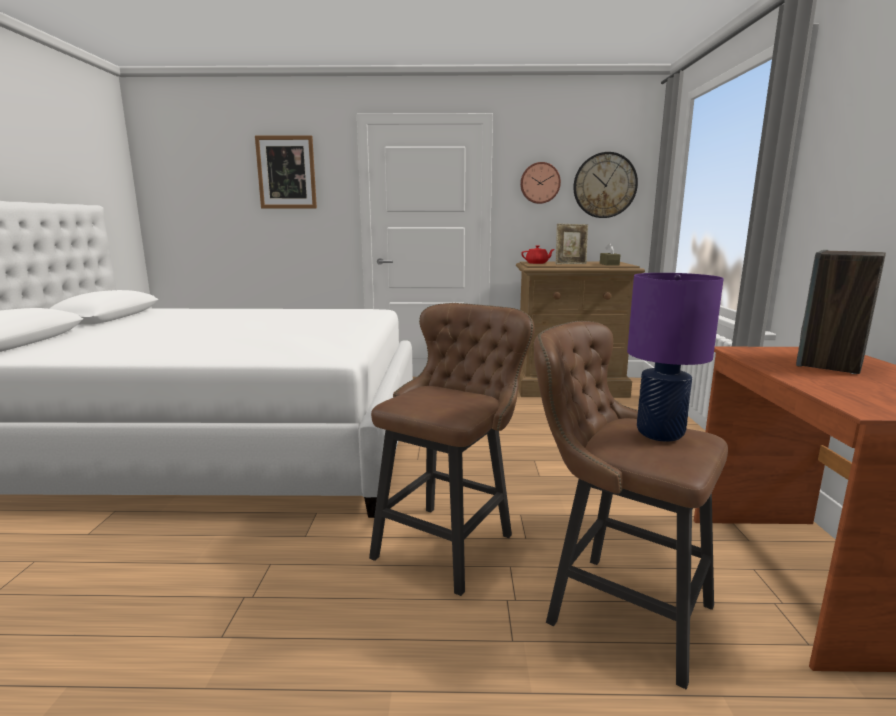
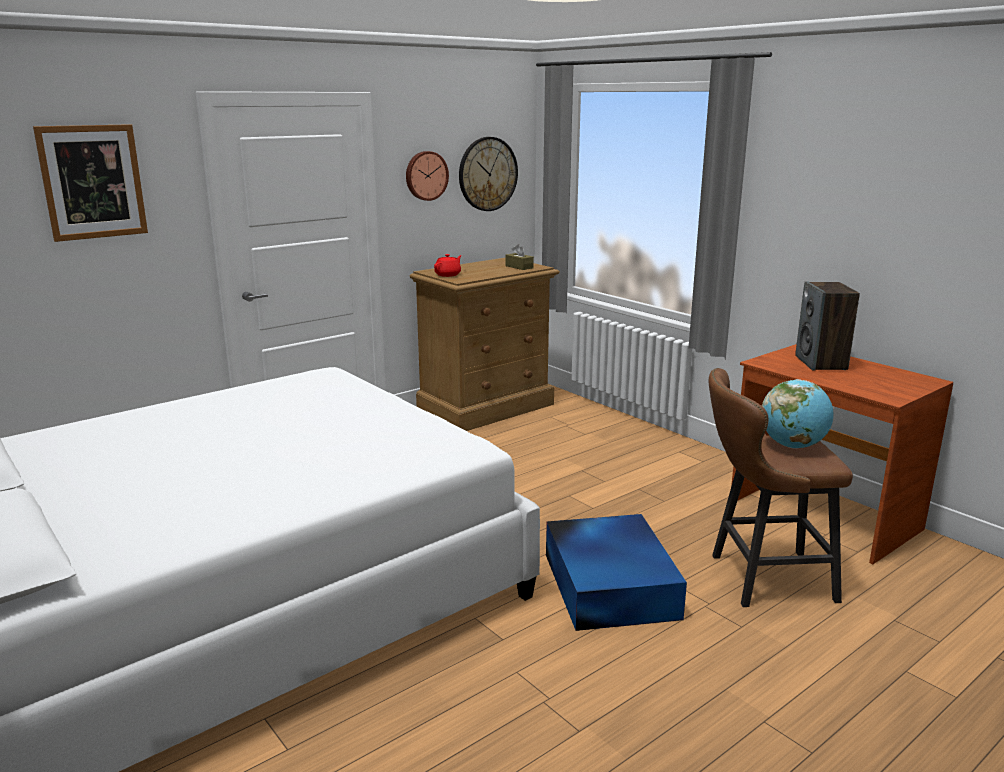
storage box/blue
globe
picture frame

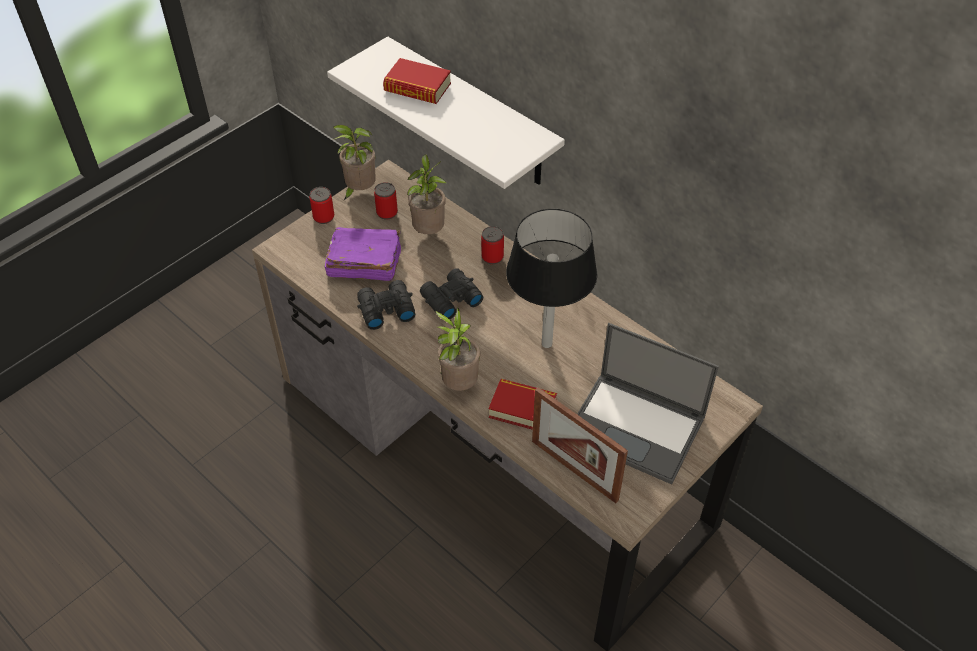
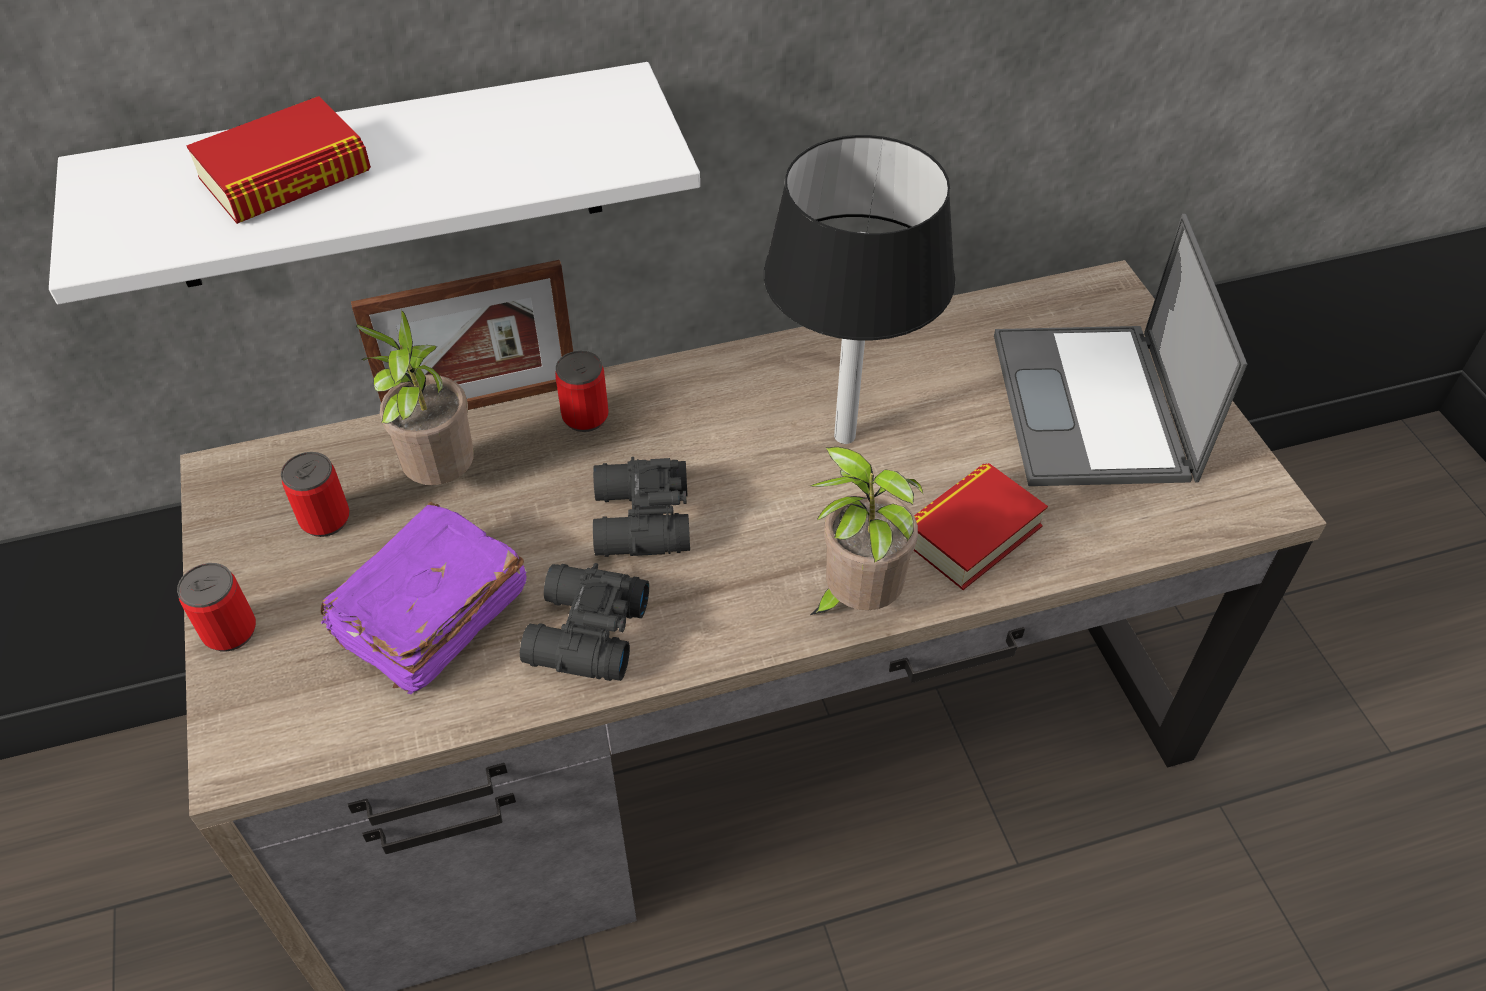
picture frame
laptop
potted plant (1st from left in the first image)

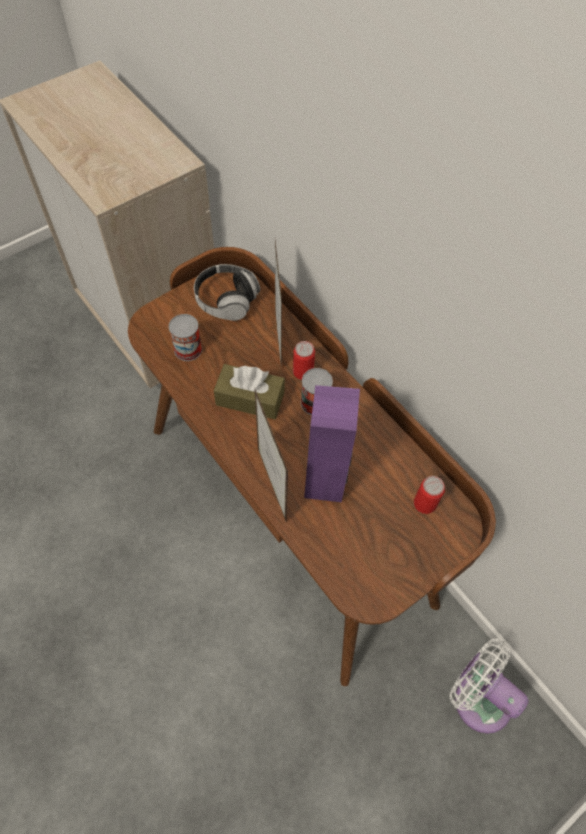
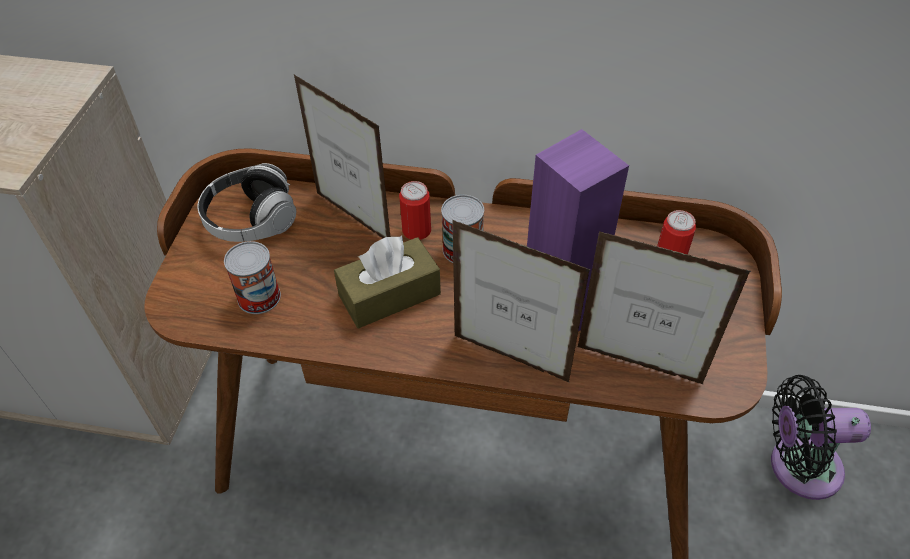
picture frame (3rd from left)
fan/black

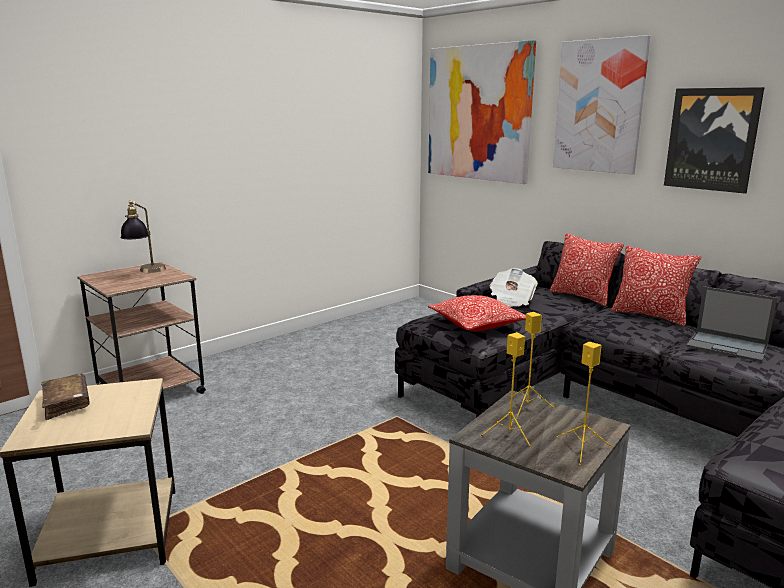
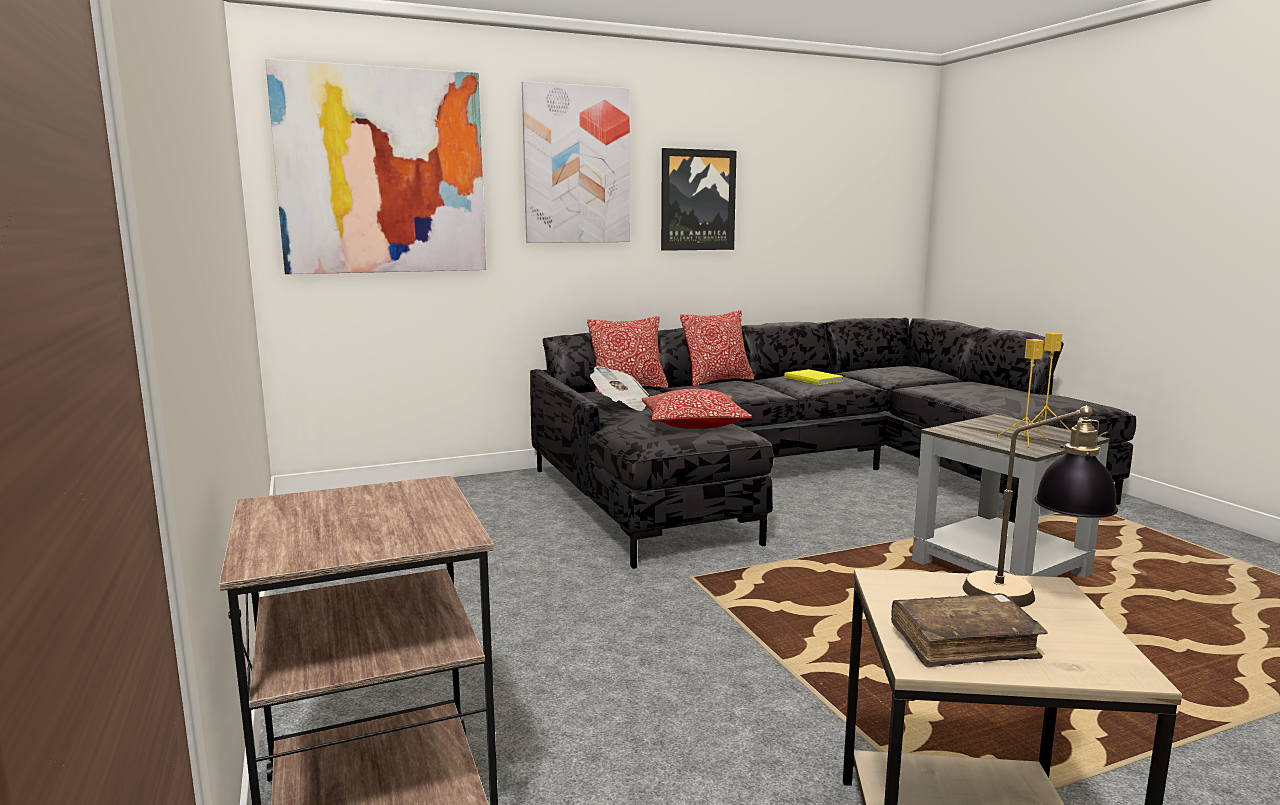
book/yellow
table lamp
speaker/yellow (2nd from left in the first image)

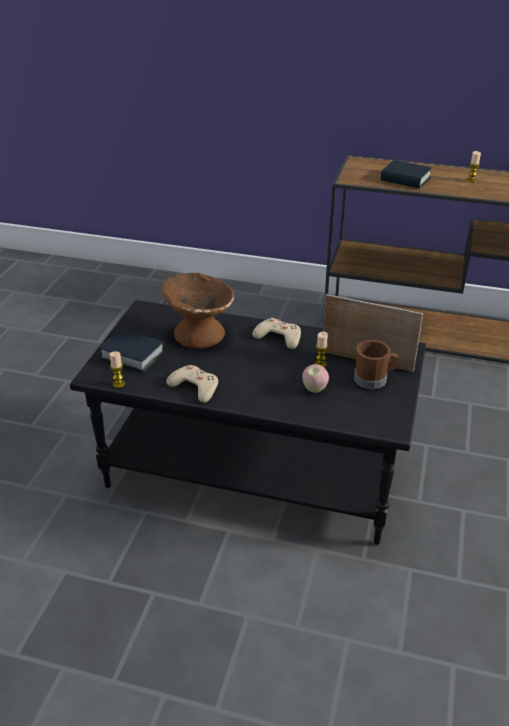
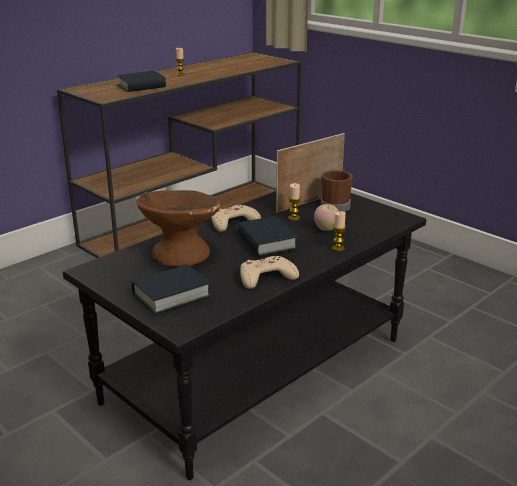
book (3rd from left)
candle (3rd from left)

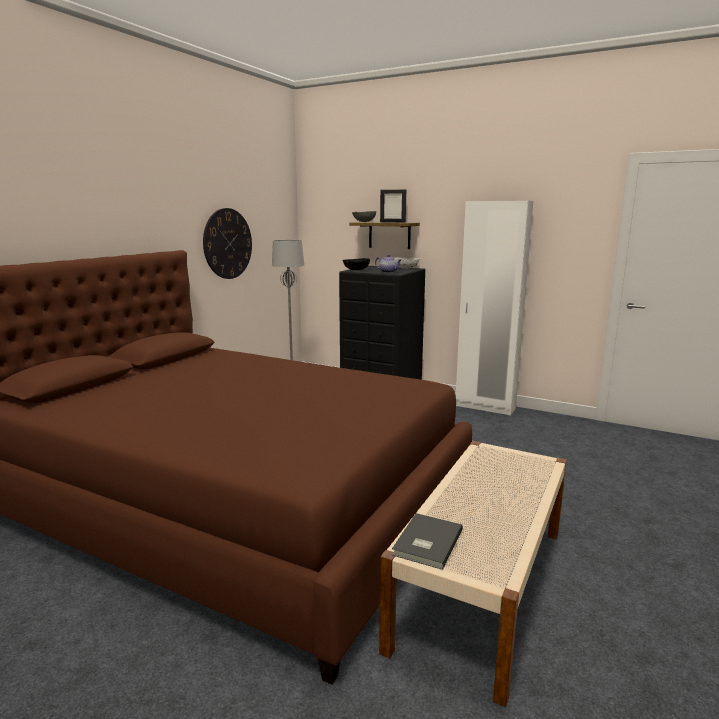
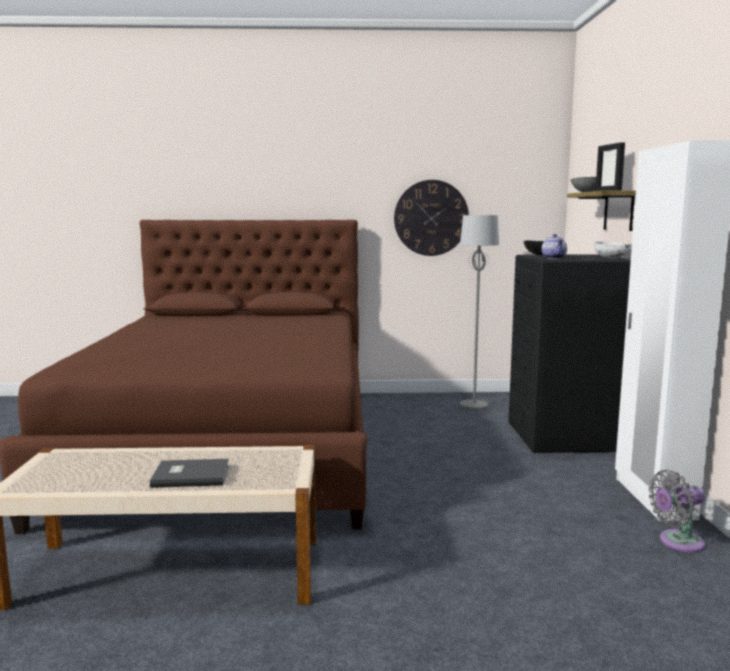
book/grey
fan/grey

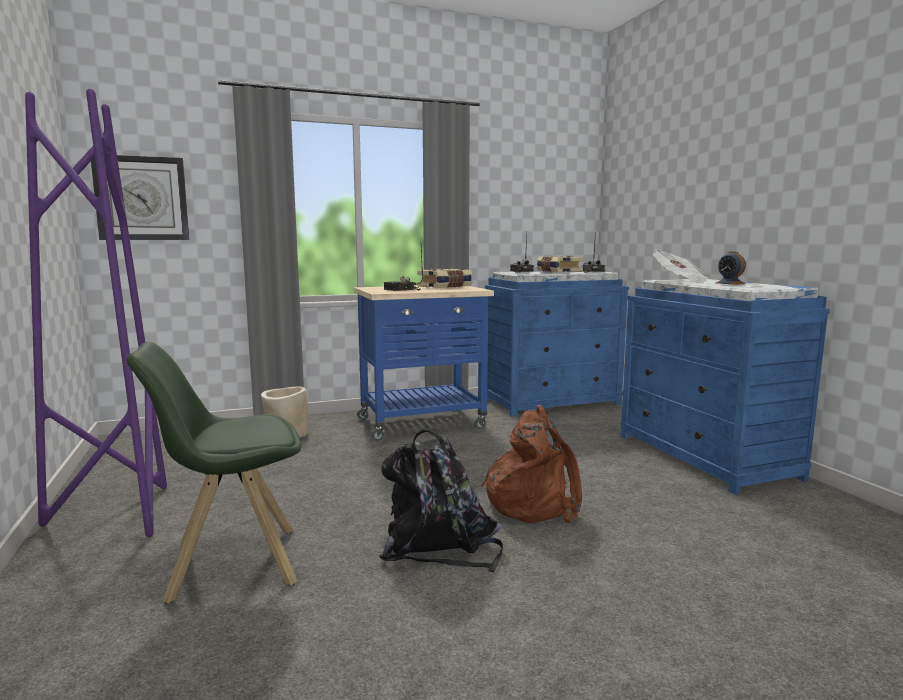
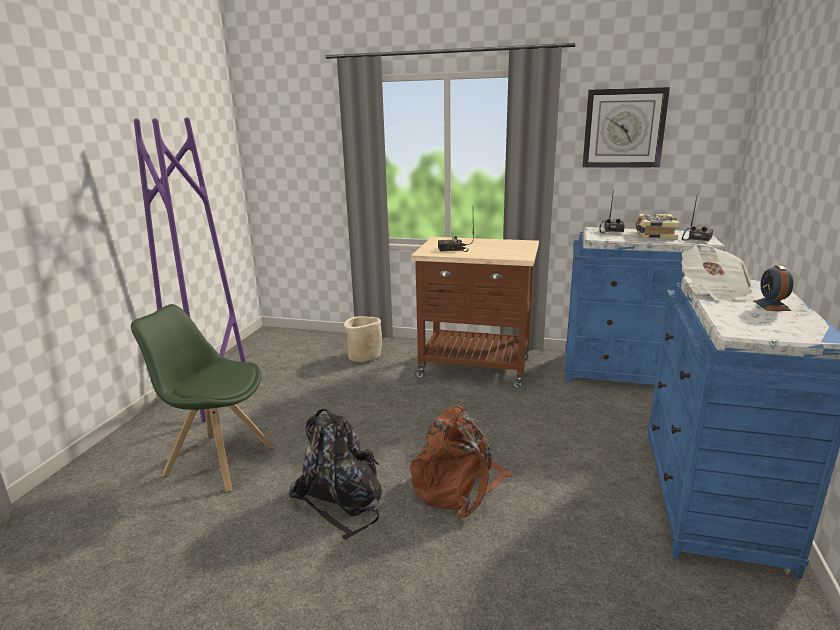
cart/brown
wall clock
book (1st from left in the first image)

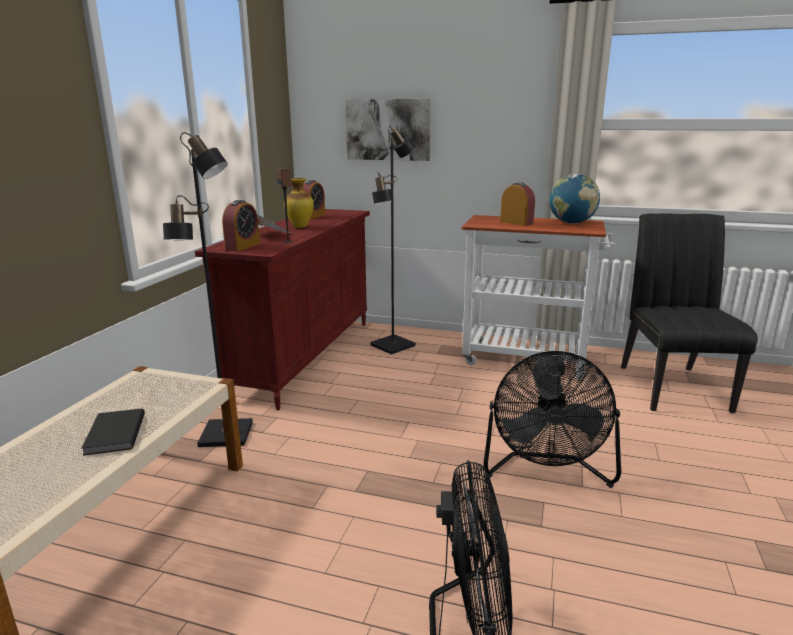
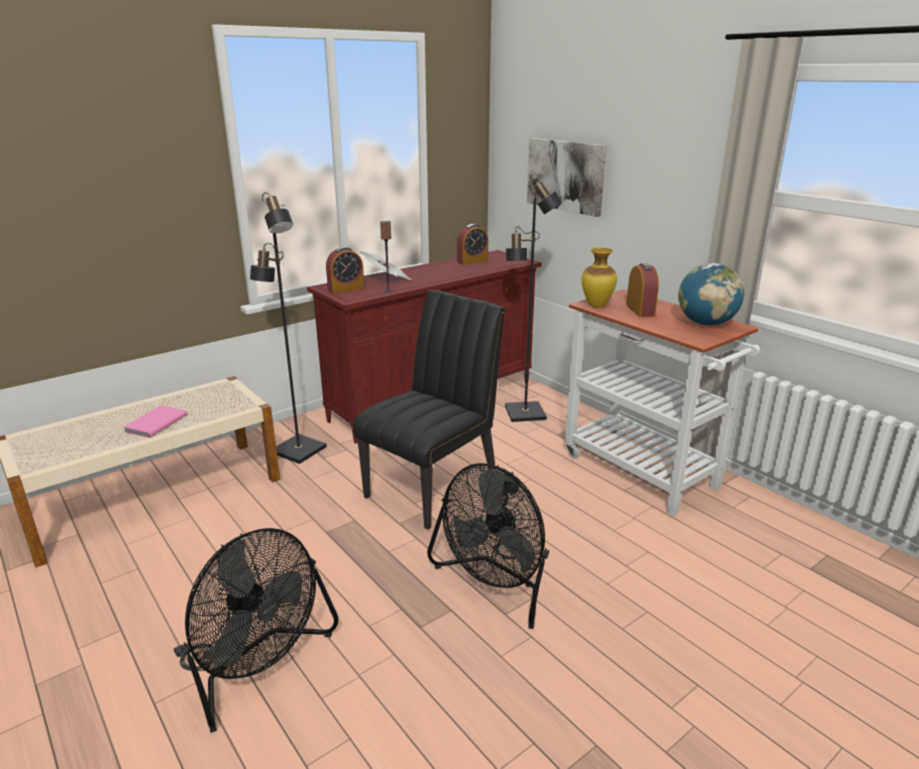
book/pink
chair/black
vase

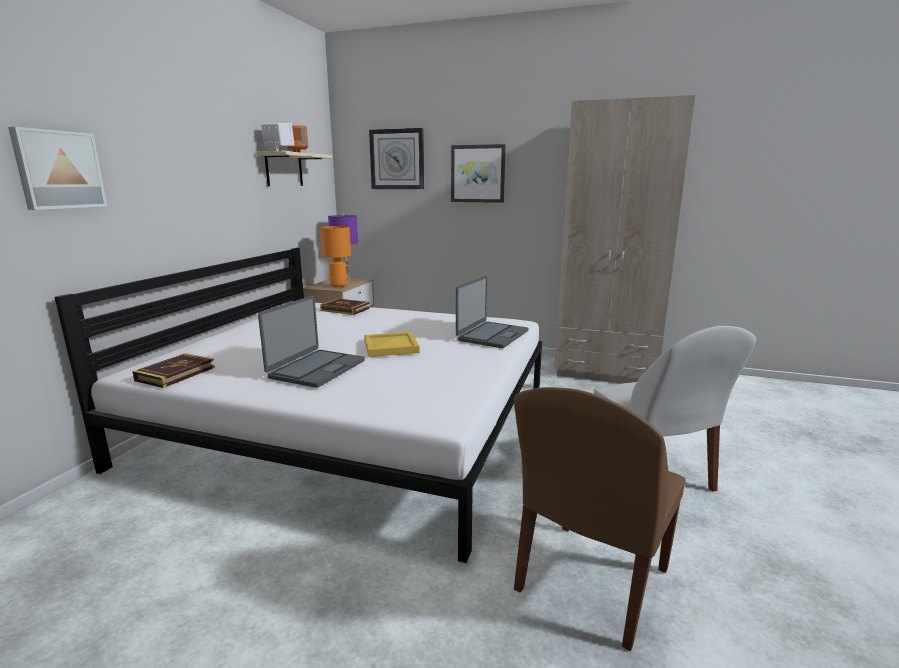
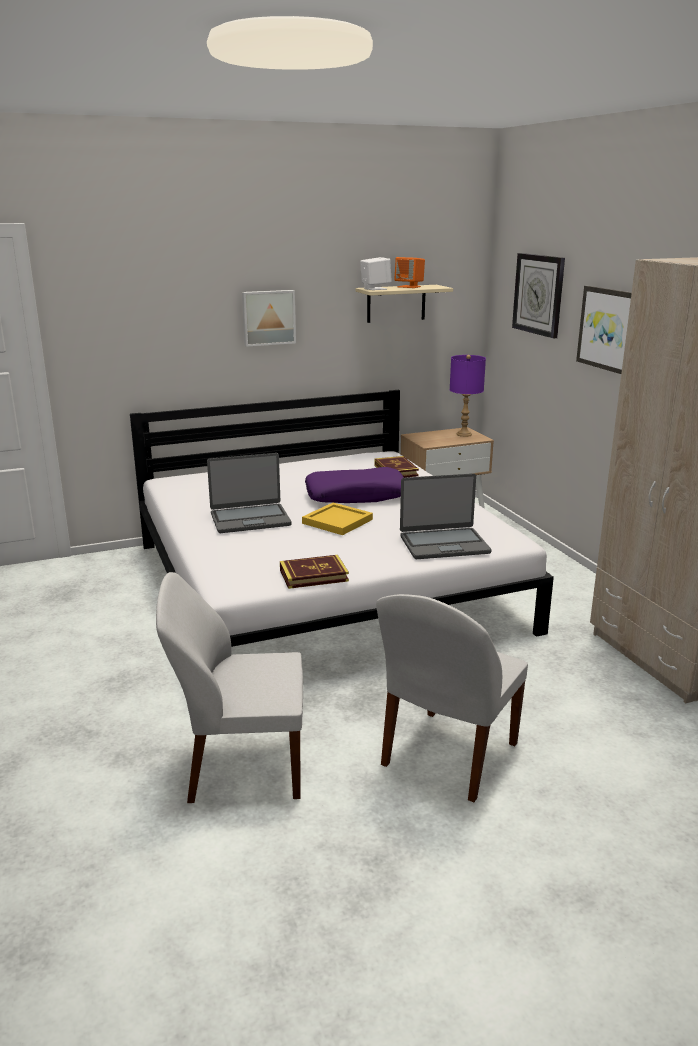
chair/white (1st from left)
picture (1st from left)
book (1st from left)
pillow/purple
table lamp/orange

